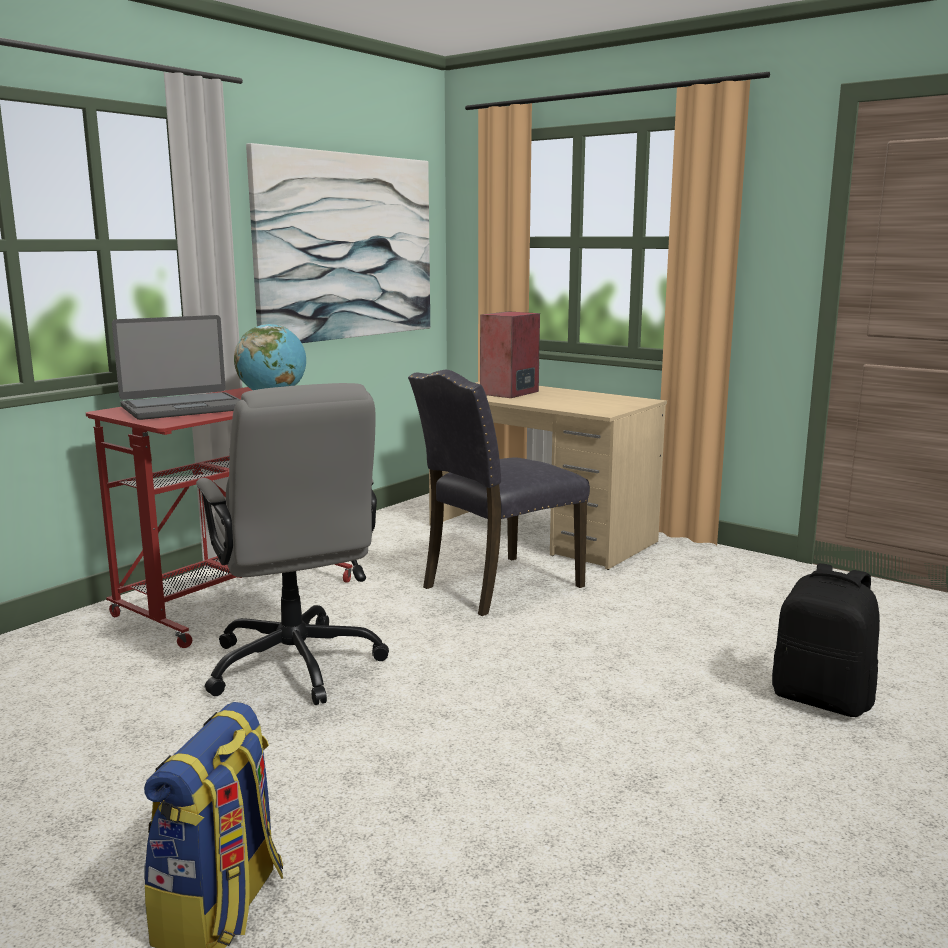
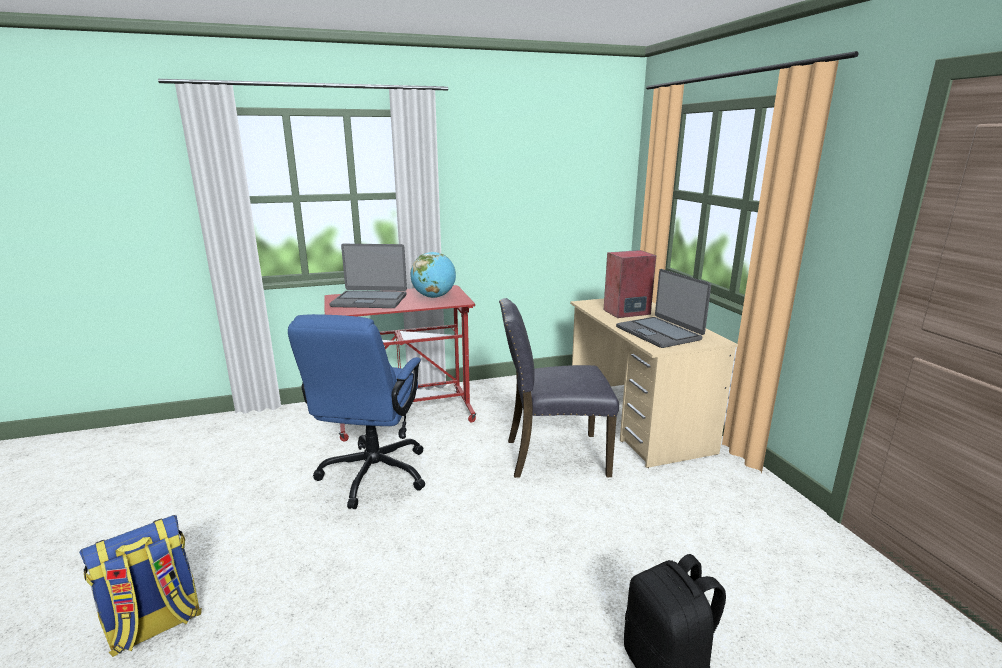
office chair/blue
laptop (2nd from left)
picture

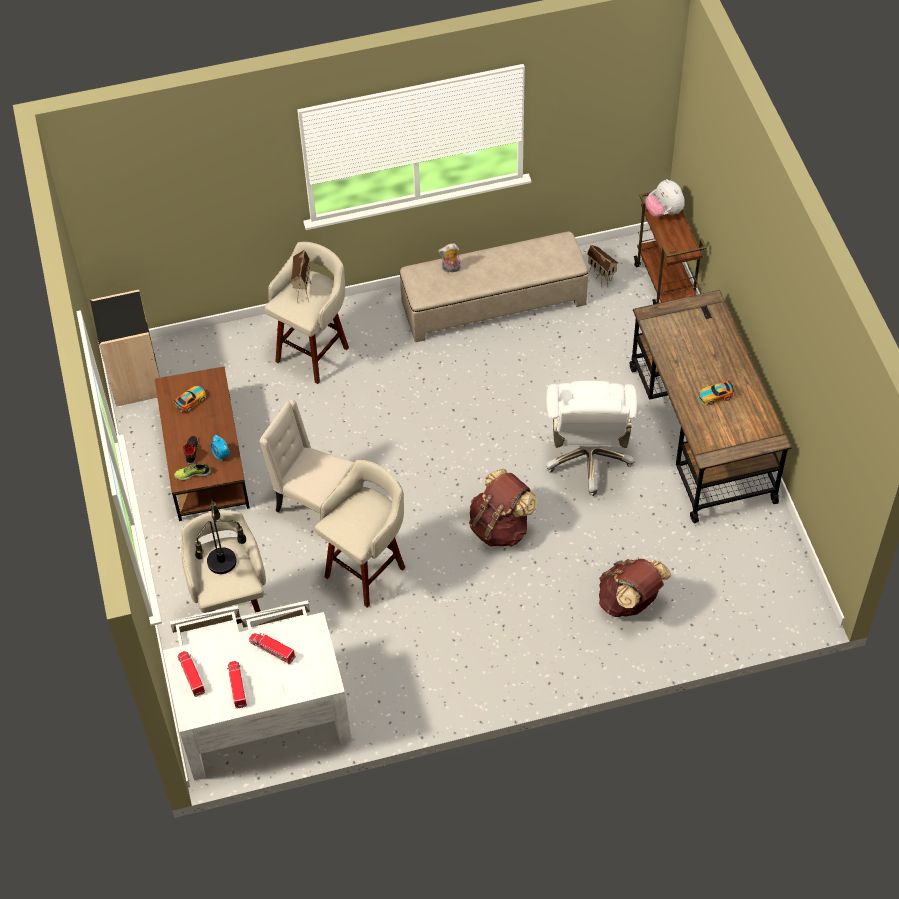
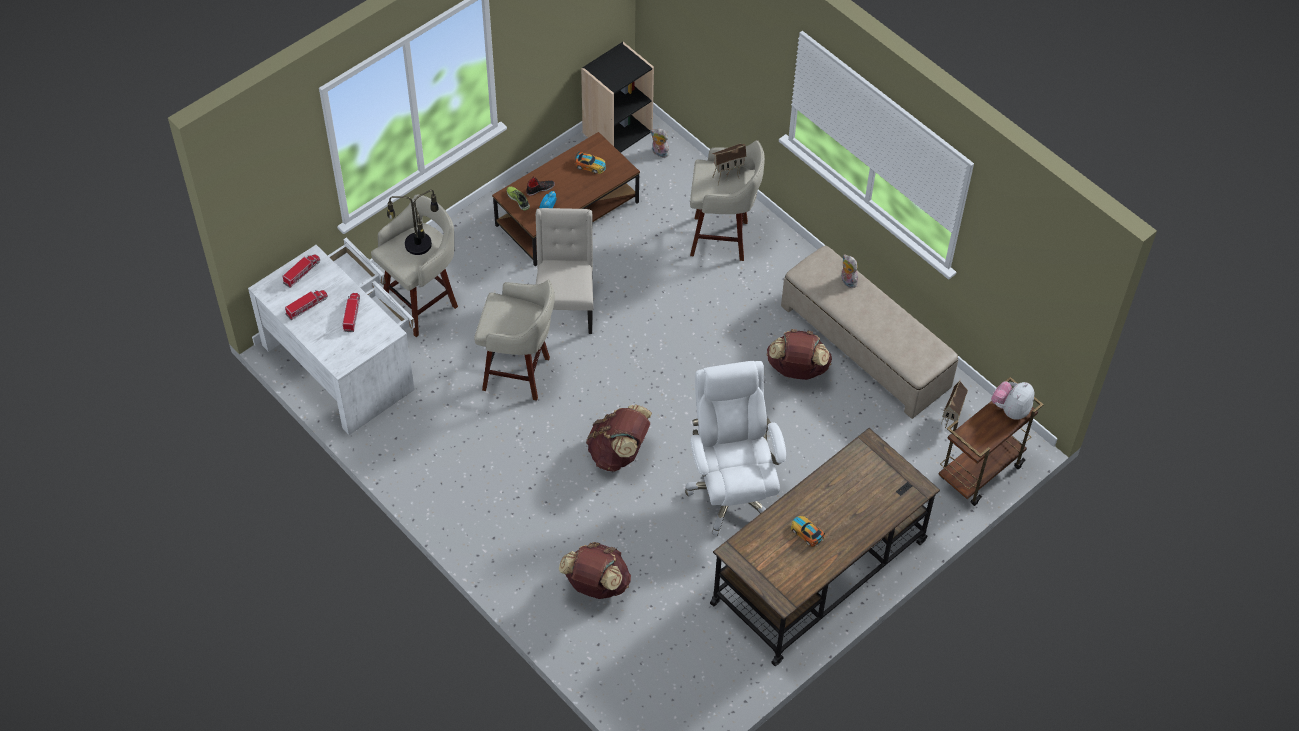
plush toy (1st from left)
office chair/white
backpack/brown (3rd from left)

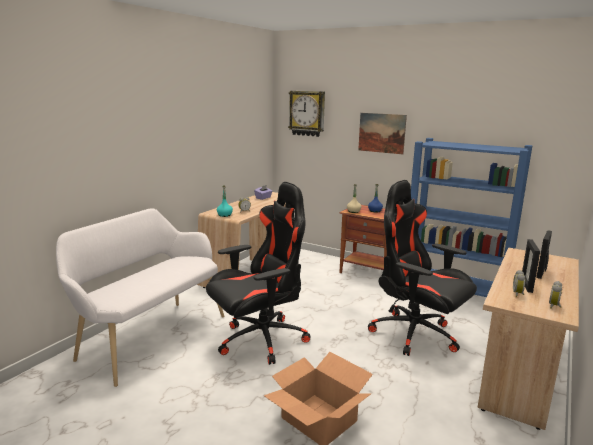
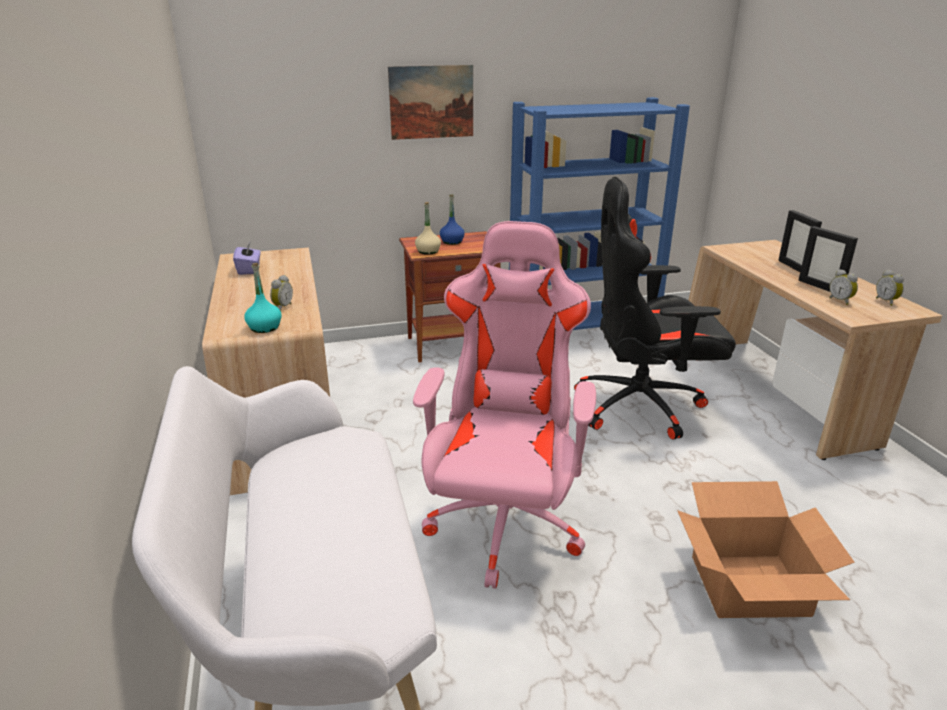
office chair/pink
wall clock

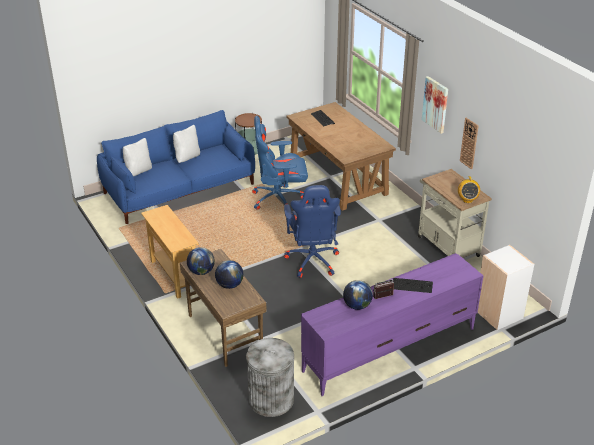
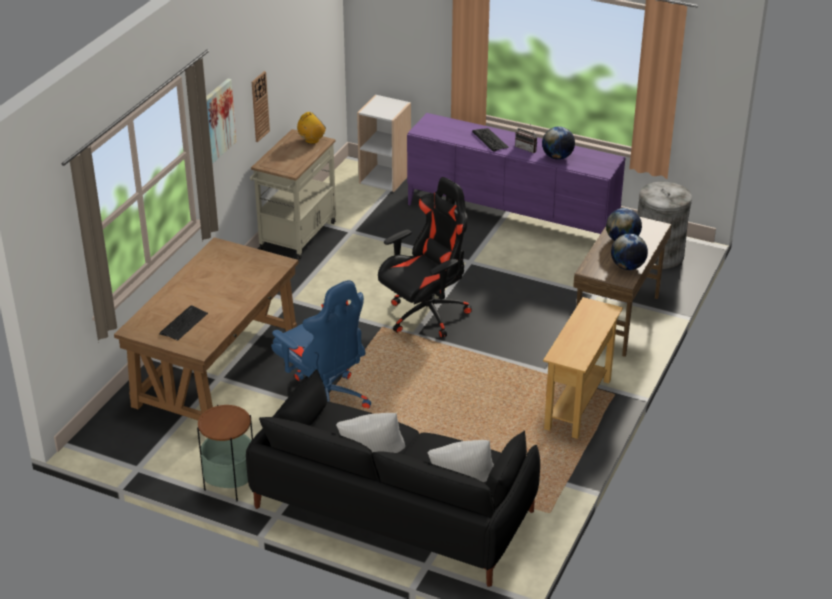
sofa/black
office chair/black

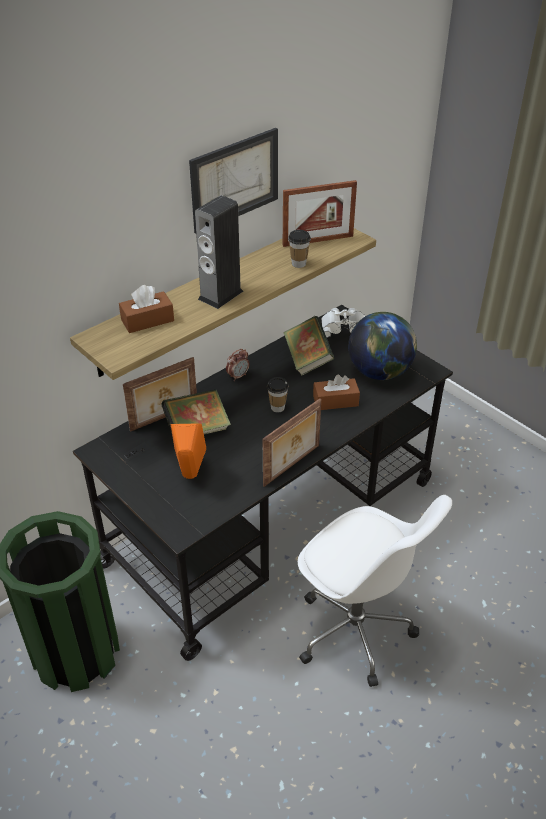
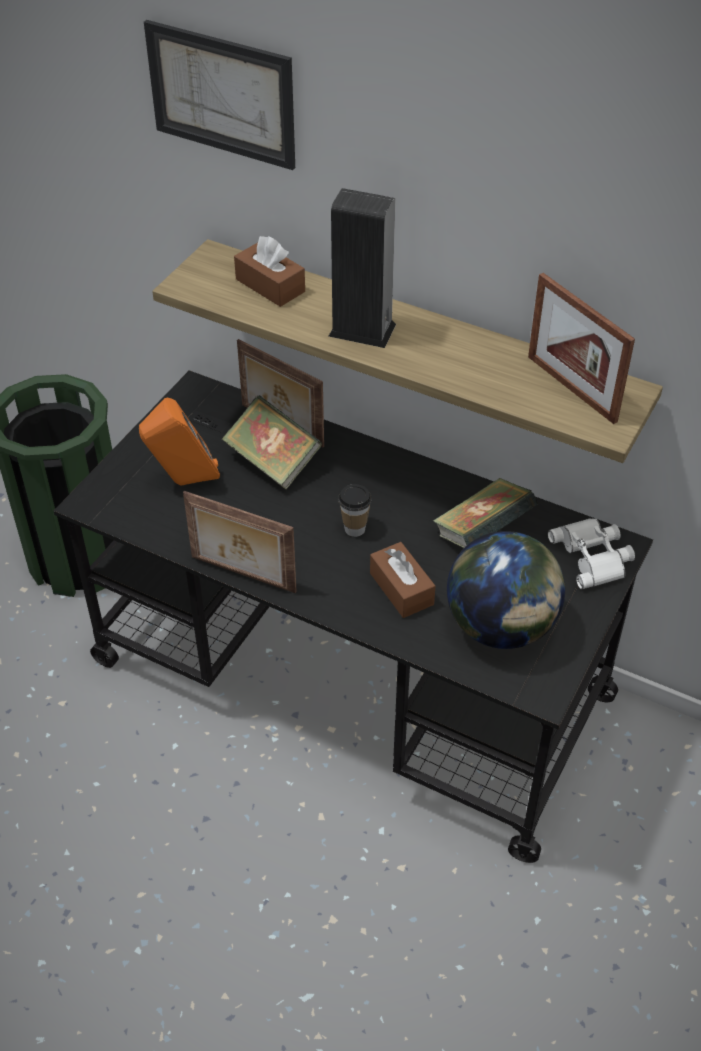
picture
alarm clock
cup (2nd from left in the first image)
office chair/white

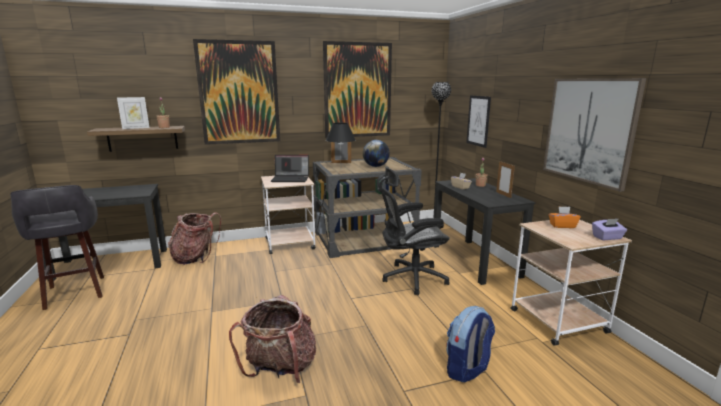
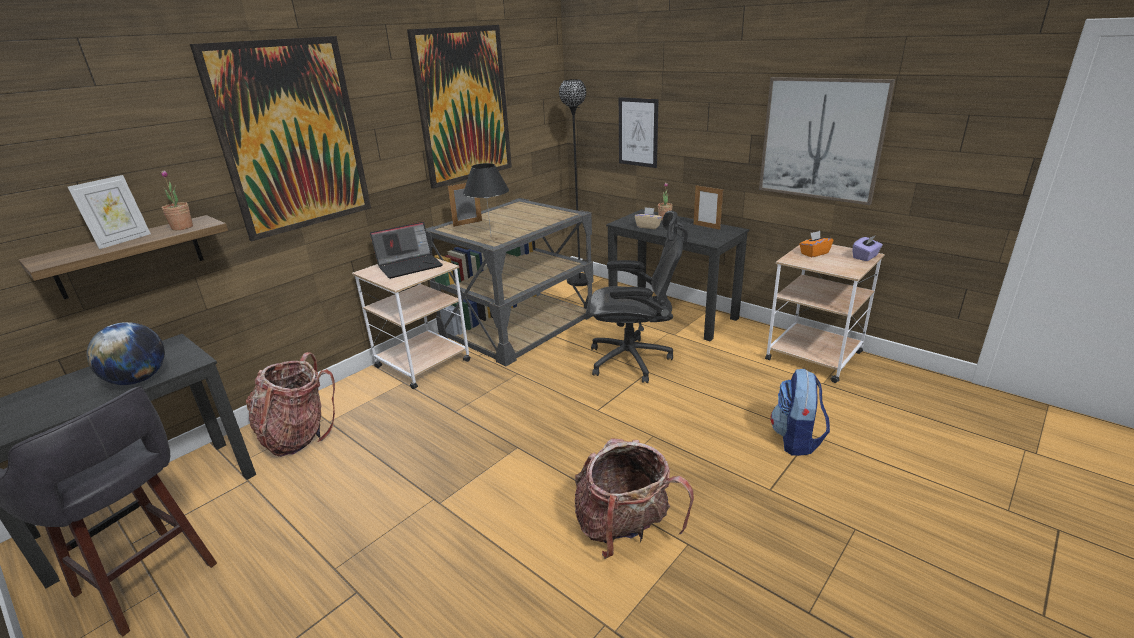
globe
office chair

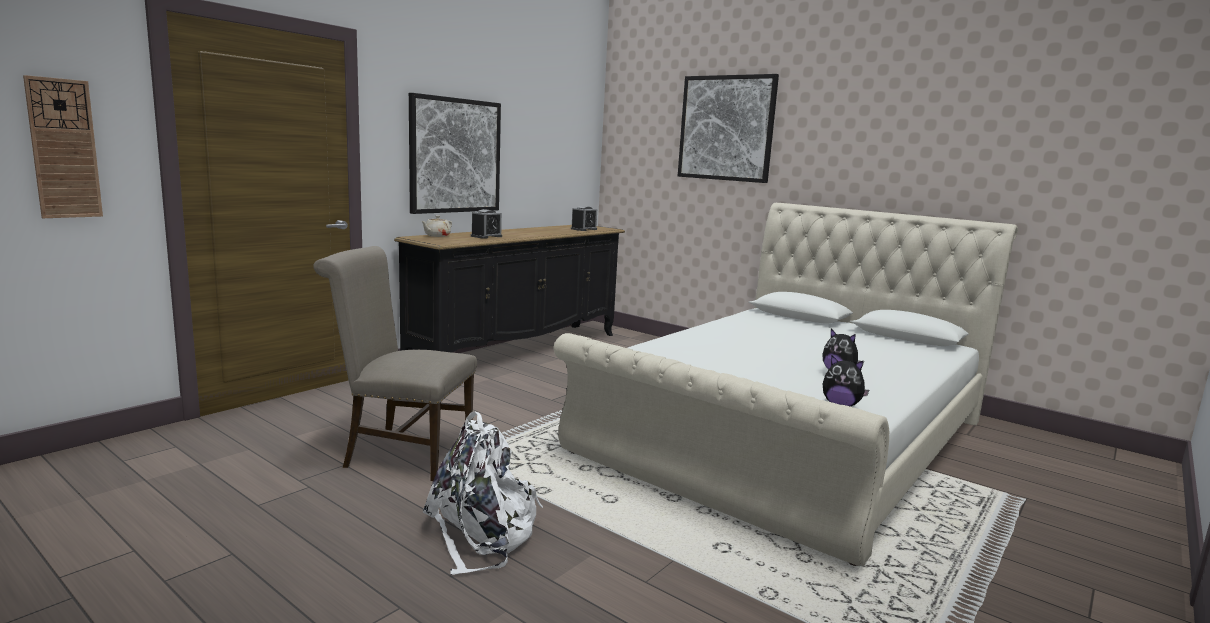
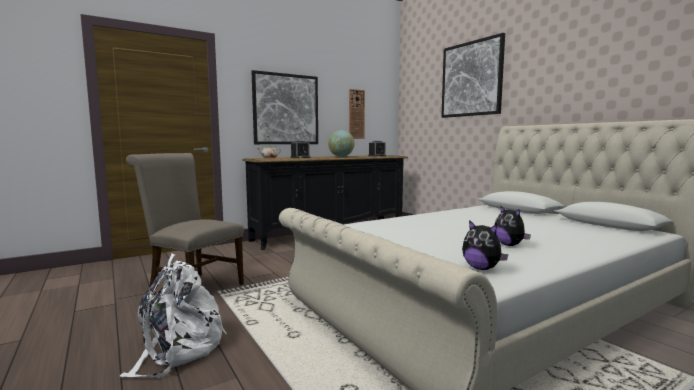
globe
wall clock

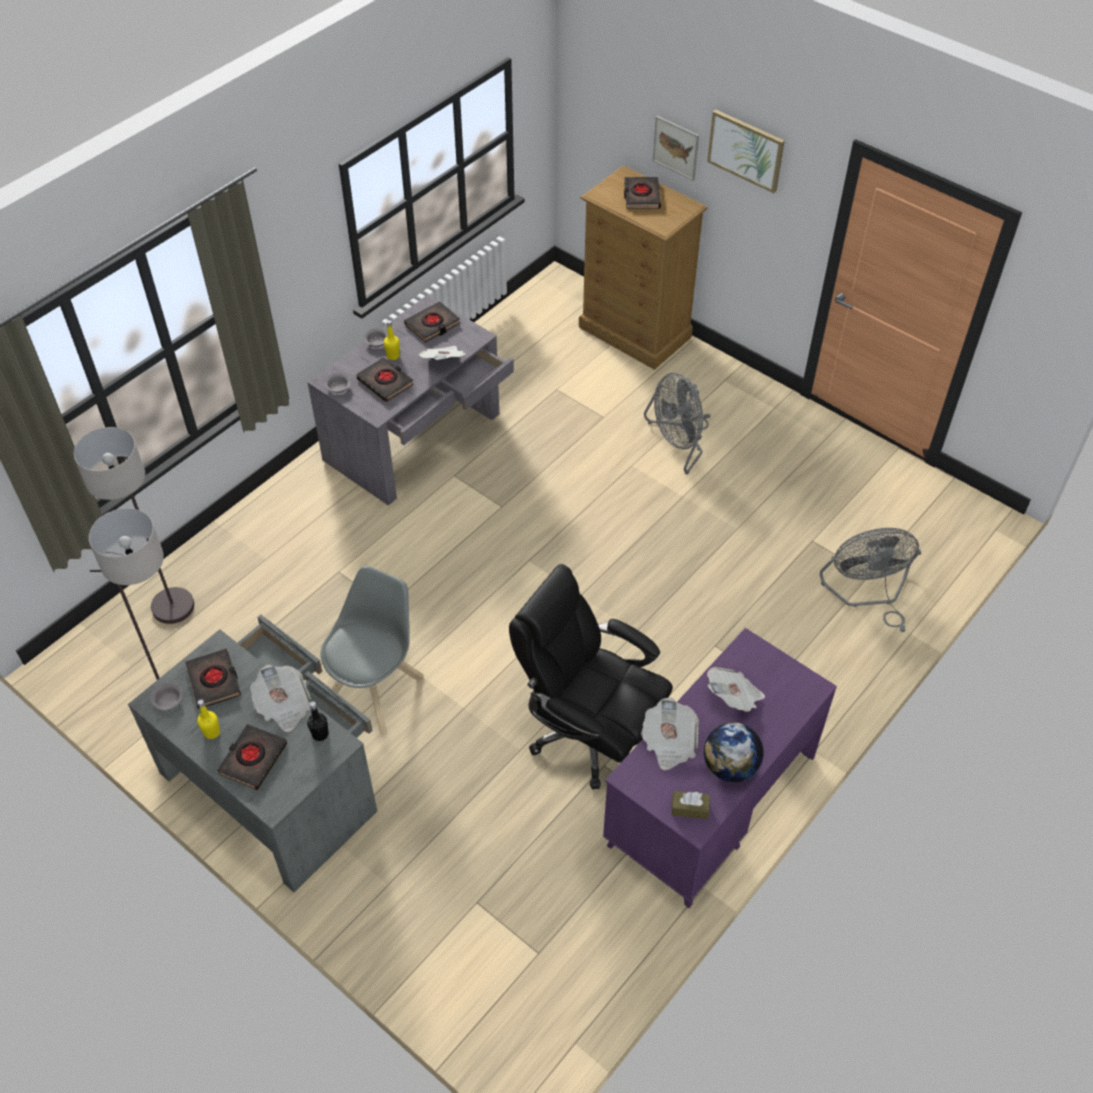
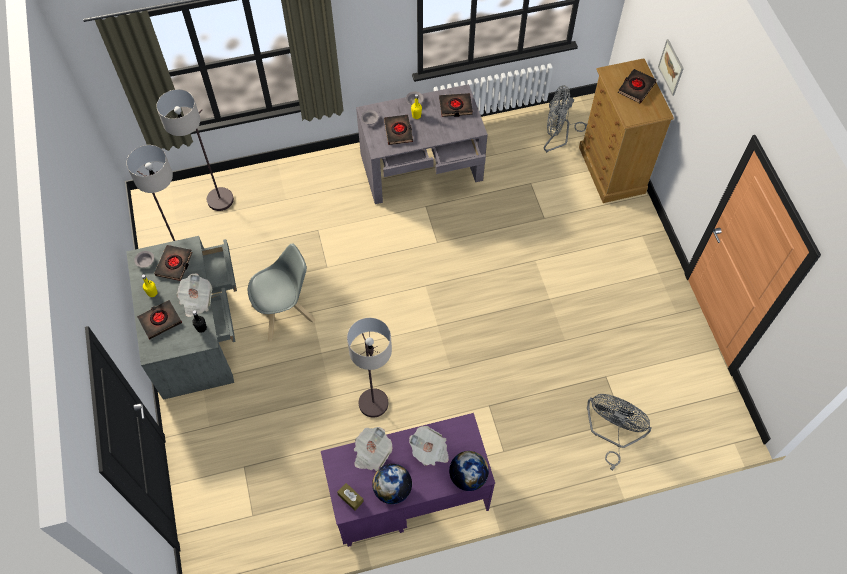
floor lamp/grey (3rd from left)
globe (2nd from left)
fan/grey (1st from left)
newspaper (2nd from left in the first image)
picture (2nd from left in the first image)

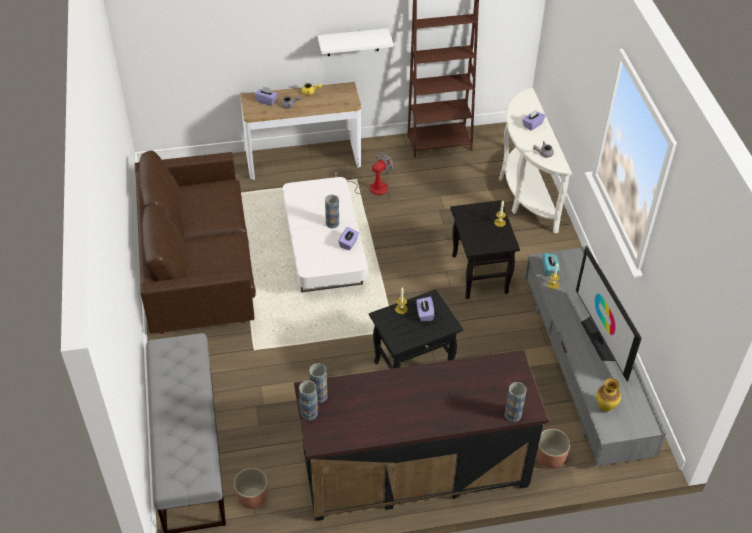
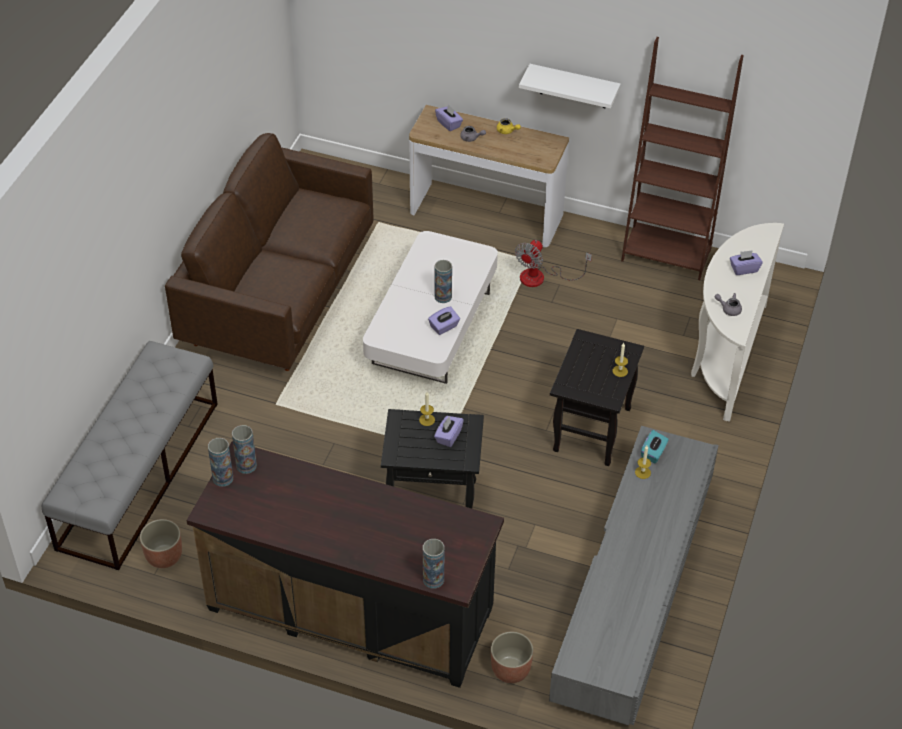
fan
television
vase (5th from left in the first image)

